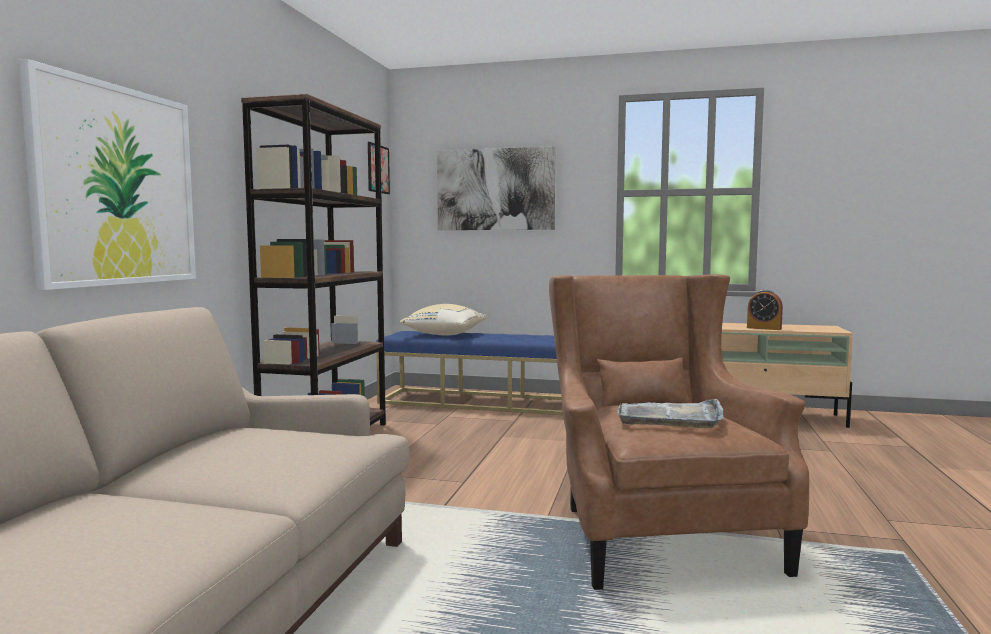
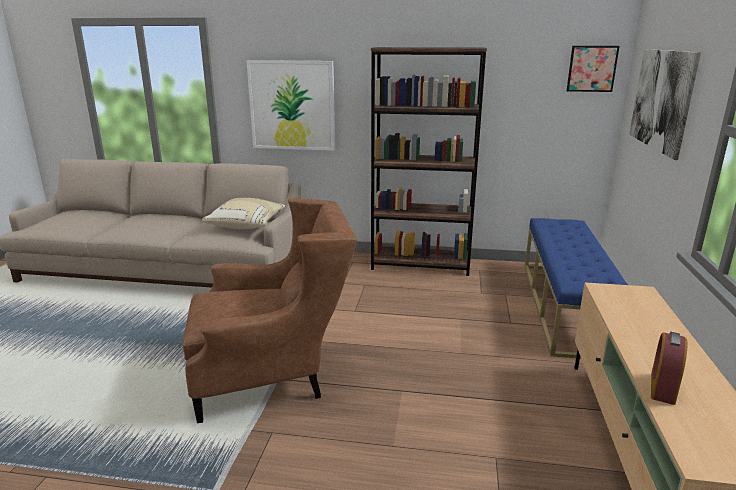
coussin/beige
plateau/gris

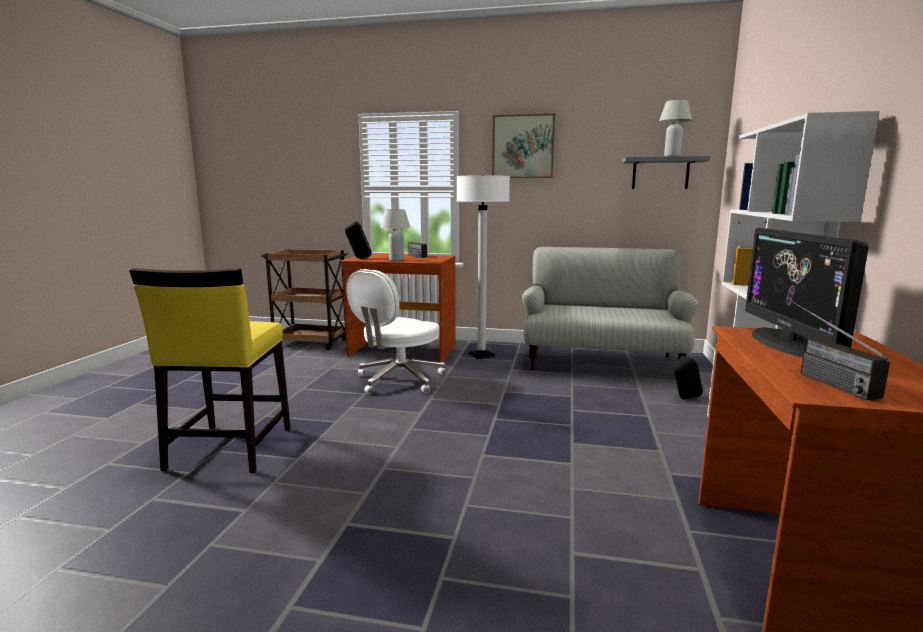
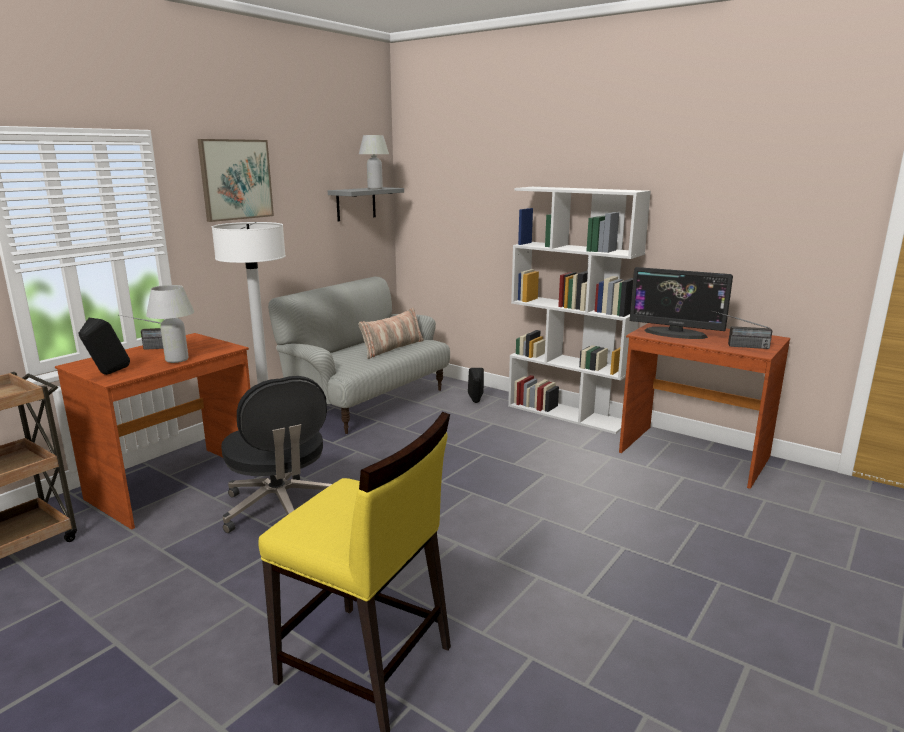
chaise de bureau/noir
coussin

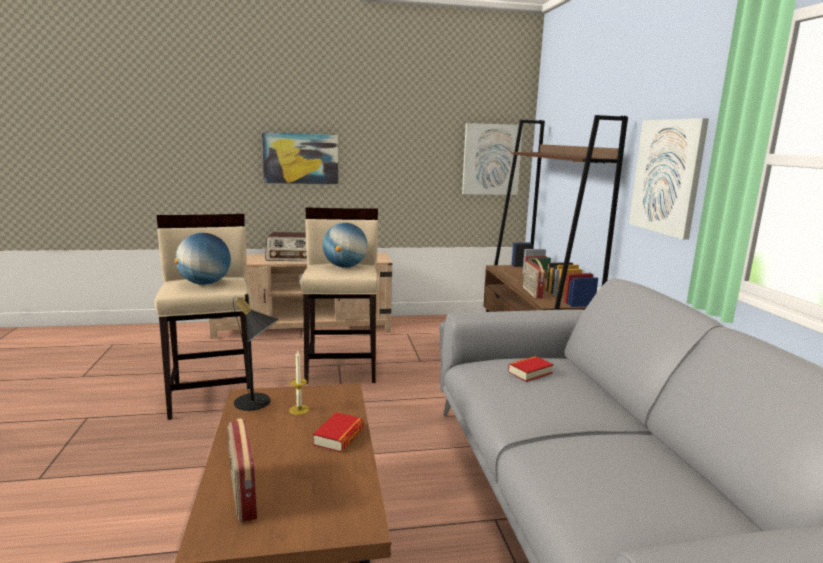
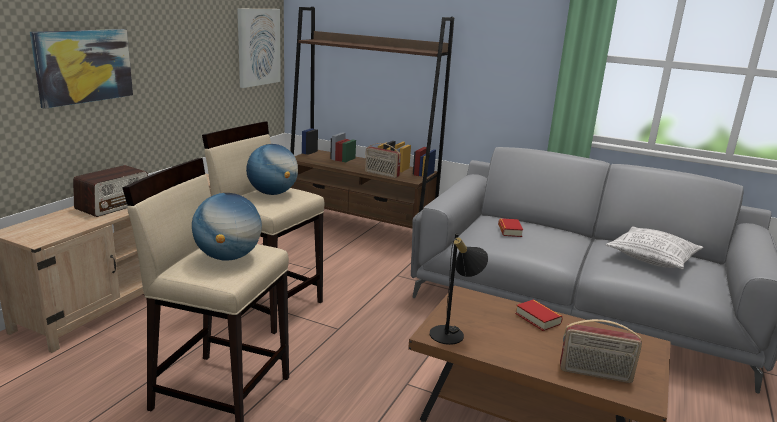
tableau (no. 3 from left in the first image)
bougie
coussin

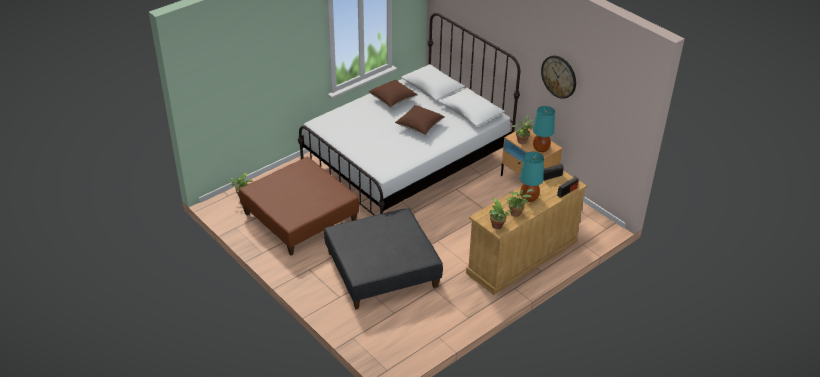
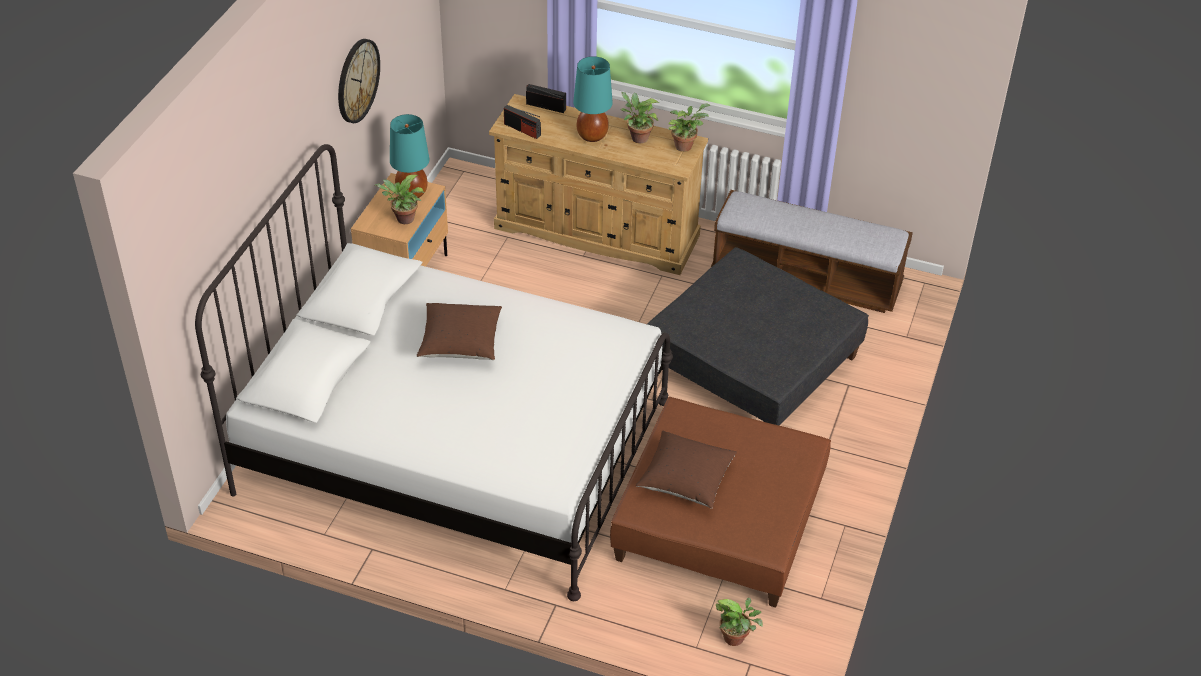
coussin/marron (no. 2 from left)
banc

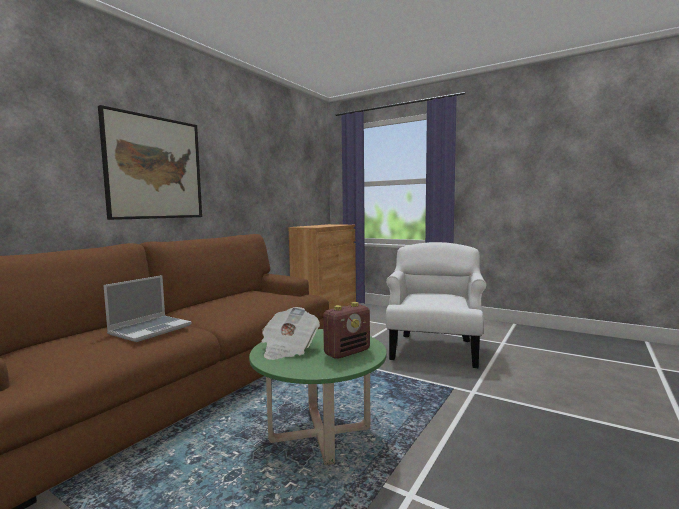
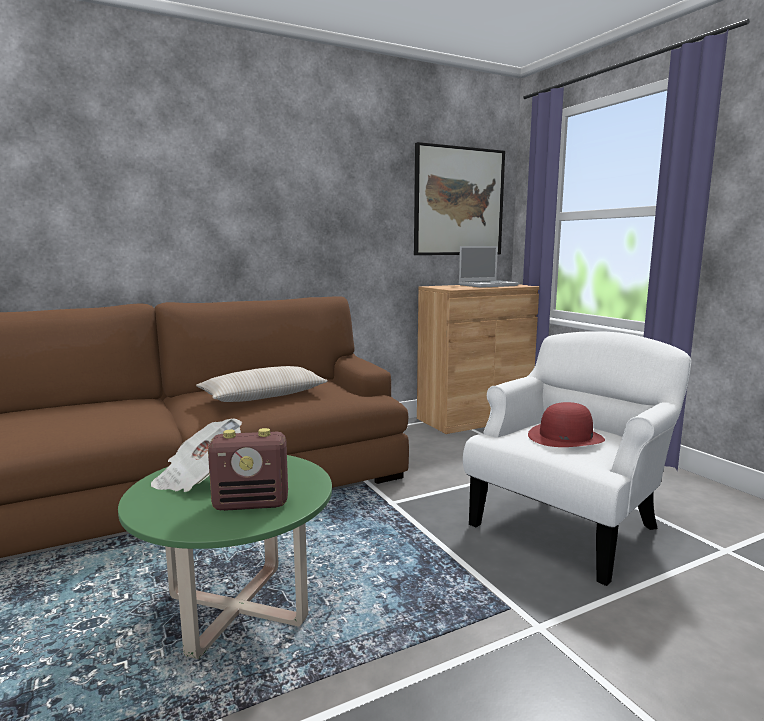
tableau
ordinateur portable
coussin/beige
chapeau/rouge

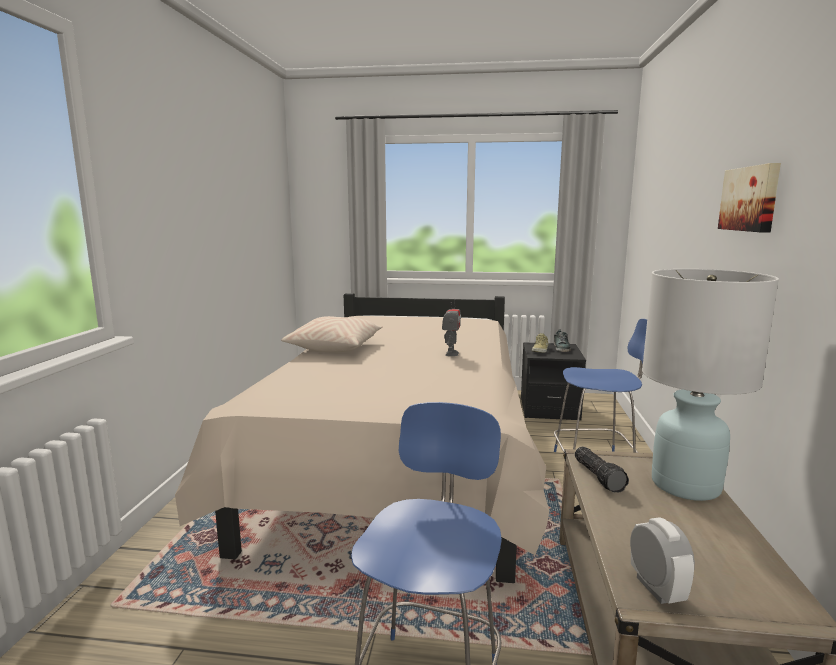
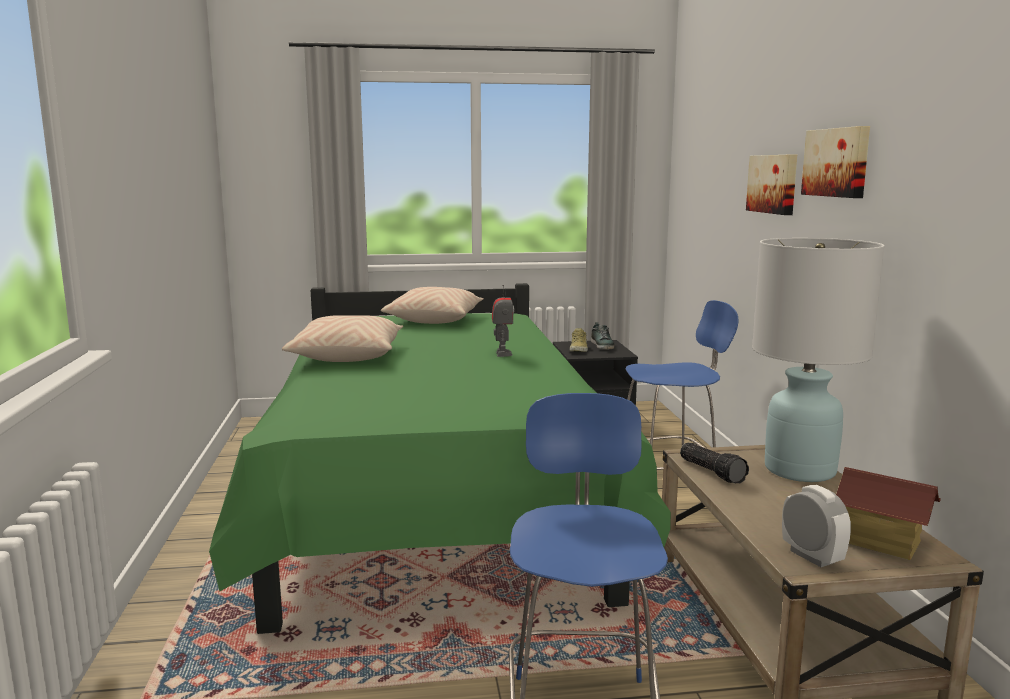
lit/vert
tableau (no. 1 from left)
coussin/beige (no. 2 from left)
maison miniature

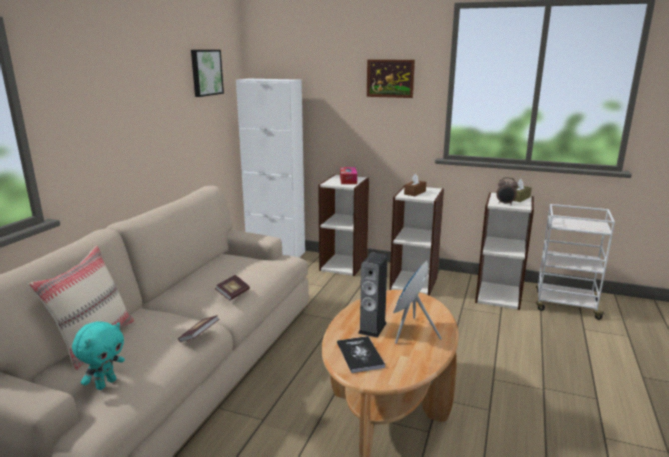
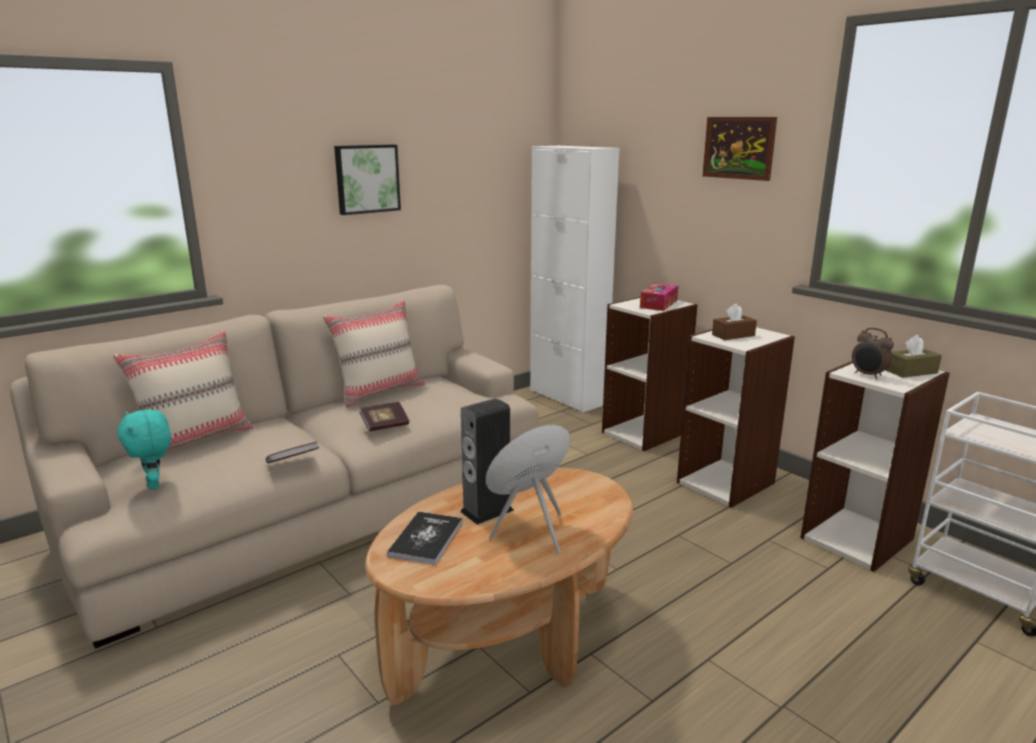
tableau (no. 1 from left)
peluche/turquoise
coussin/beige (no. 2 from left)

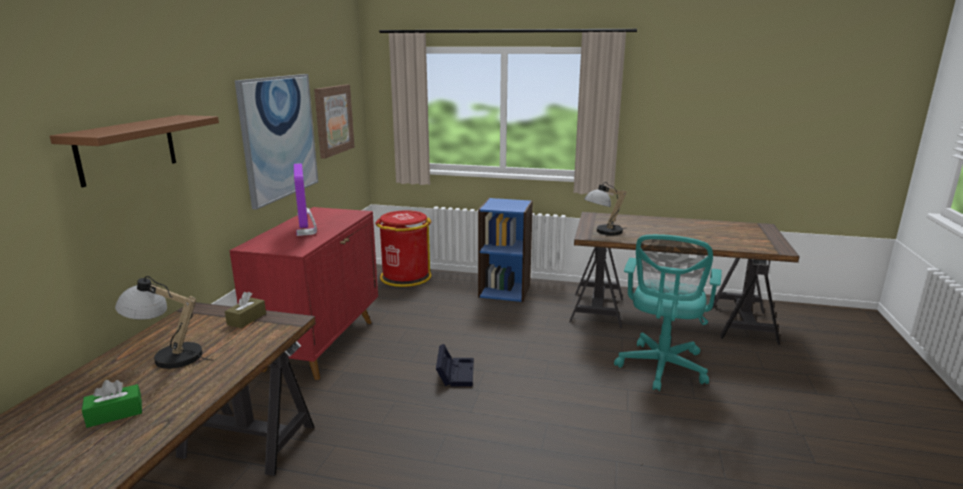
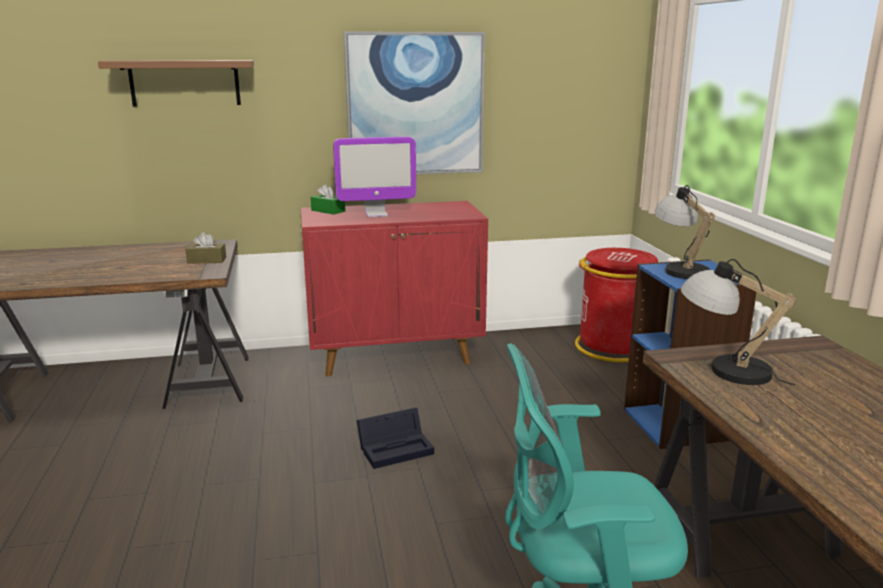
tableau (no. 2 from left in the first image)
écran d'ordinateur
lampe de table (no. 1 from left)
boîte à mouchoirs/vert

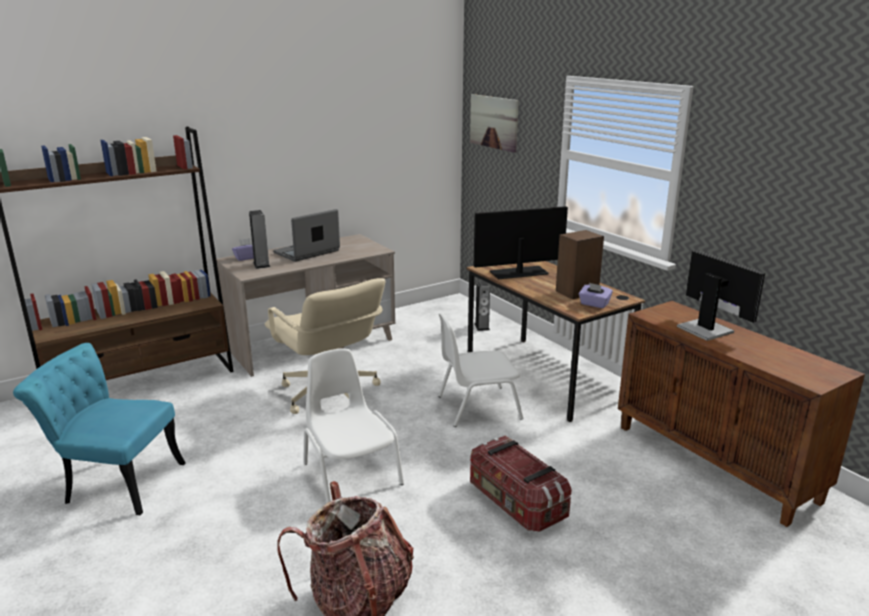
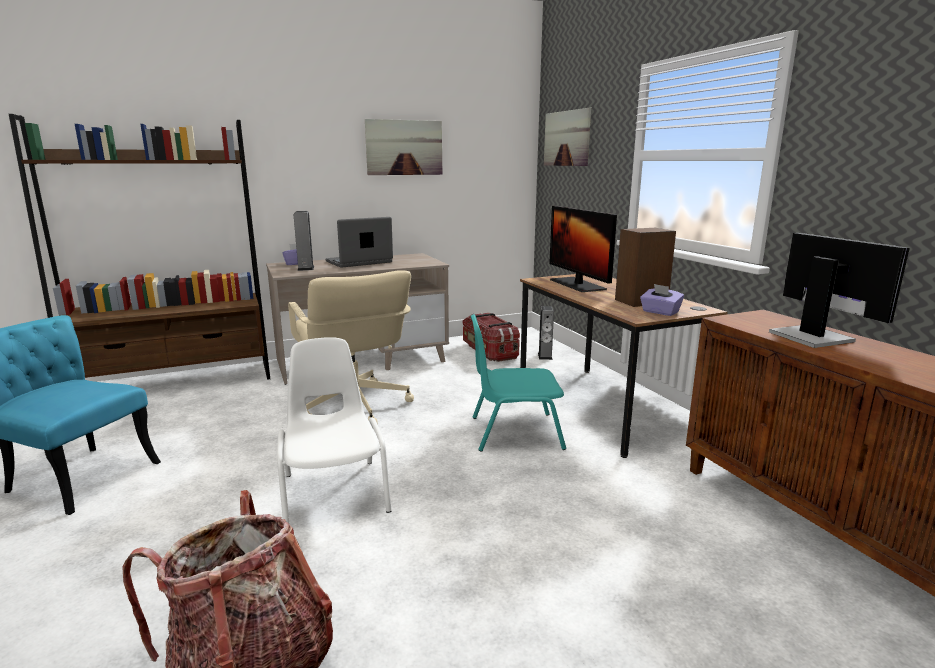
écran d'ordinateur (no. 1 from left)
chaise/turquoise (no. 2 from left)
boîte de rangement
tableau (no. 1 from left)

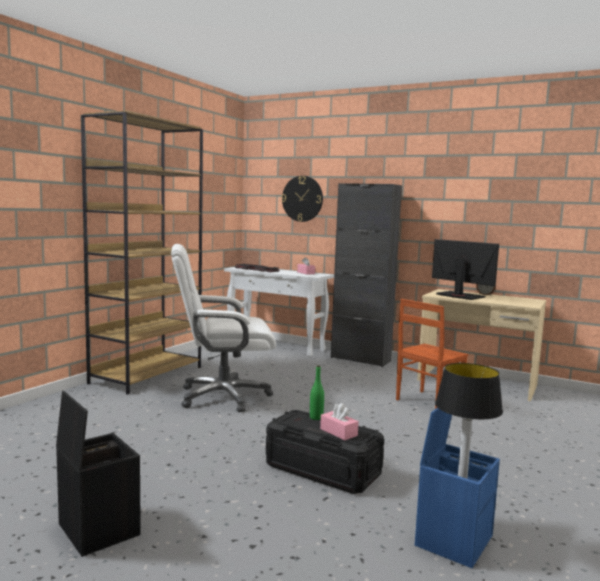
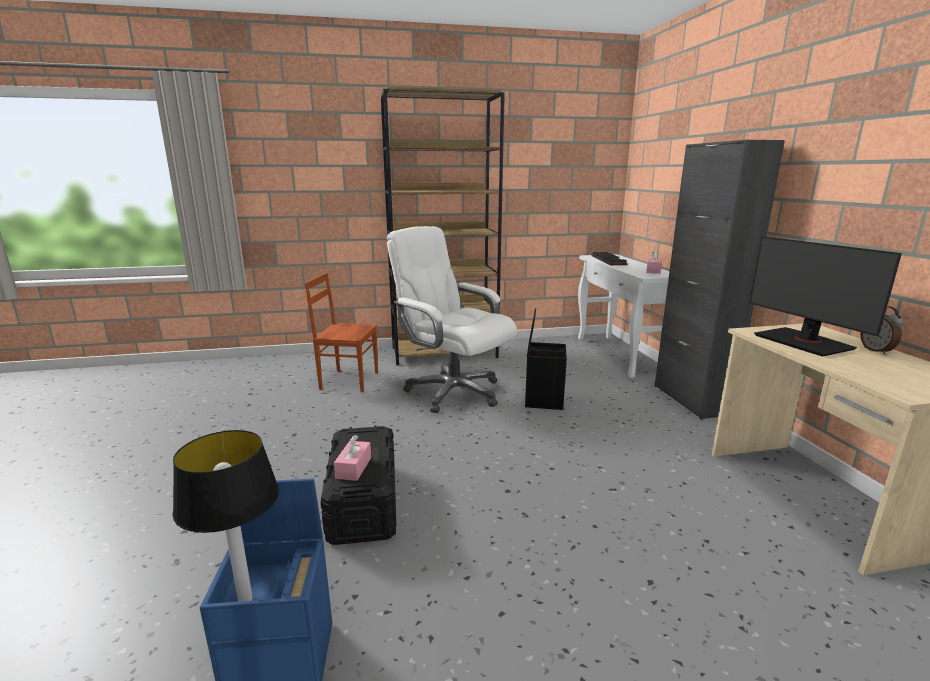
horloge murale
écran d'ordinateur
chaise/marron
bouteille/vert
boîte de rangement/noir (no. 2 from left)

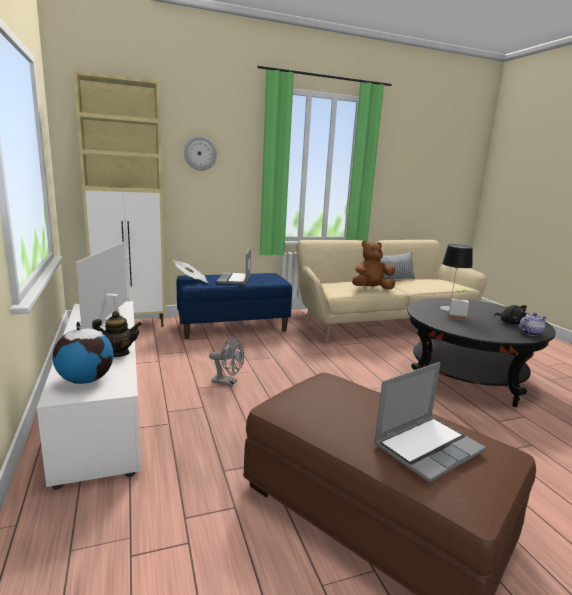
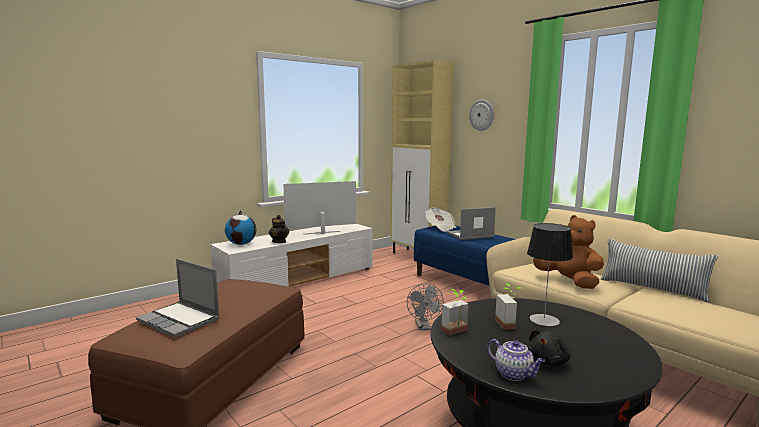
ventilateur/gris
plante en pot (no. 1 from left)

